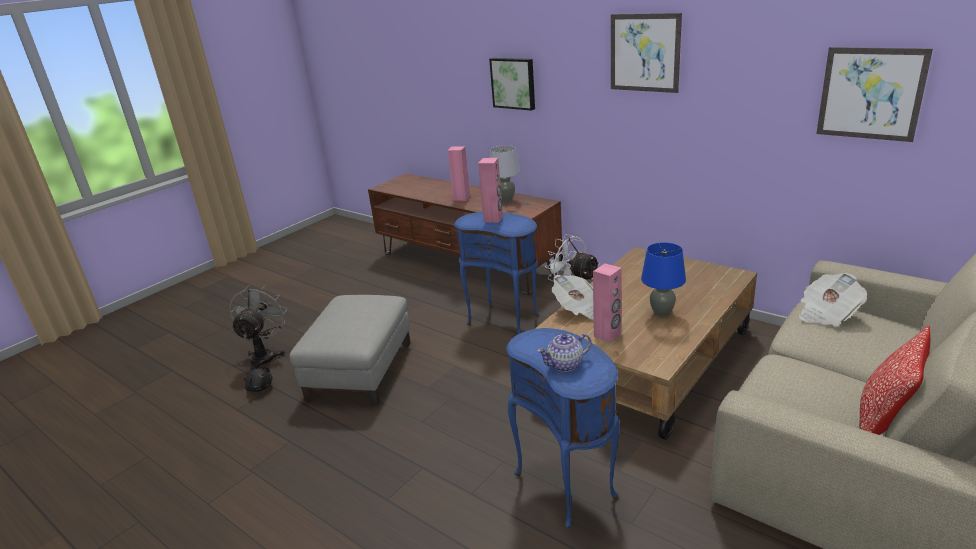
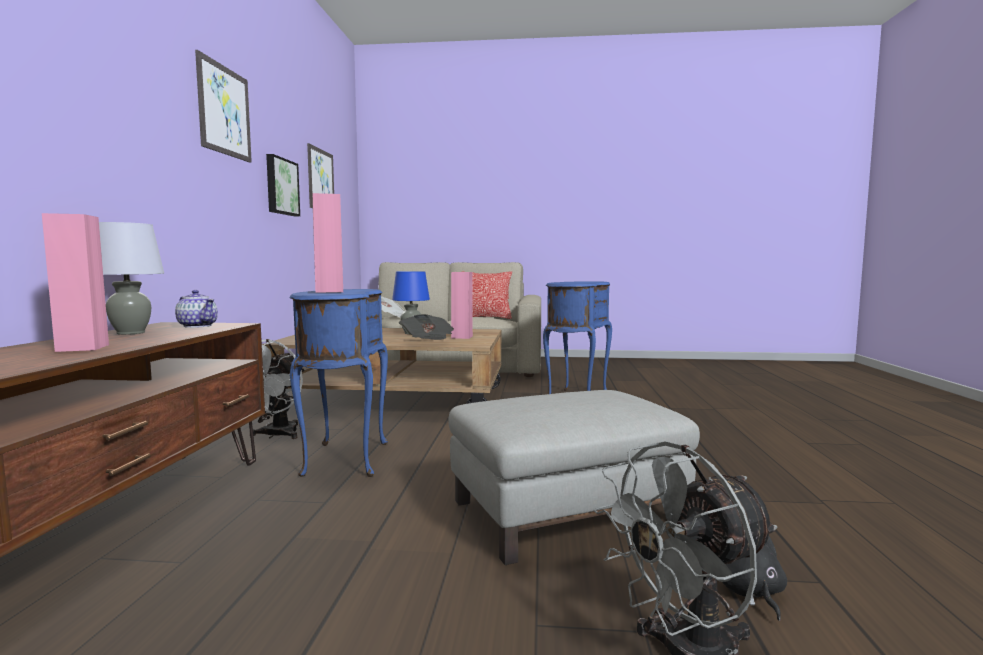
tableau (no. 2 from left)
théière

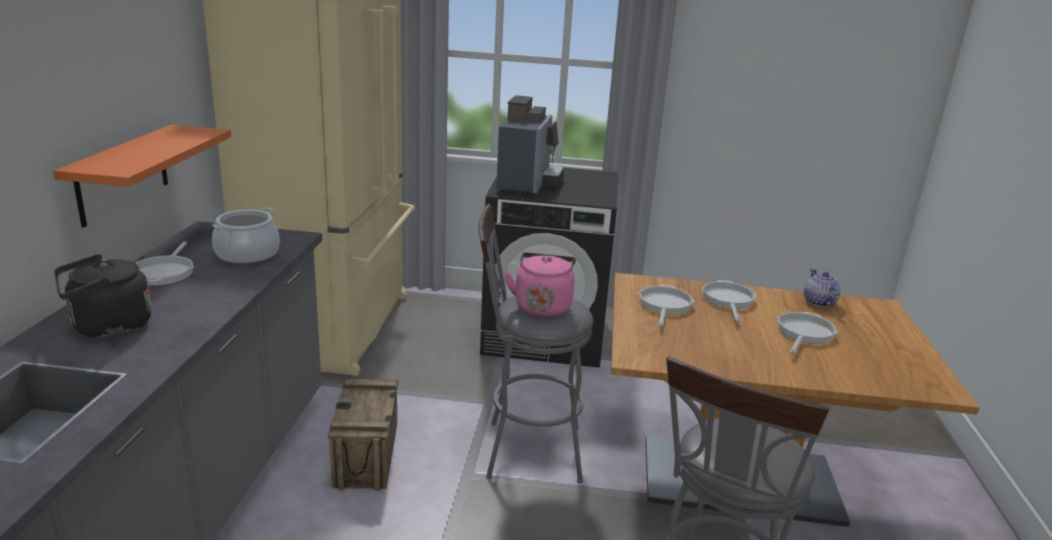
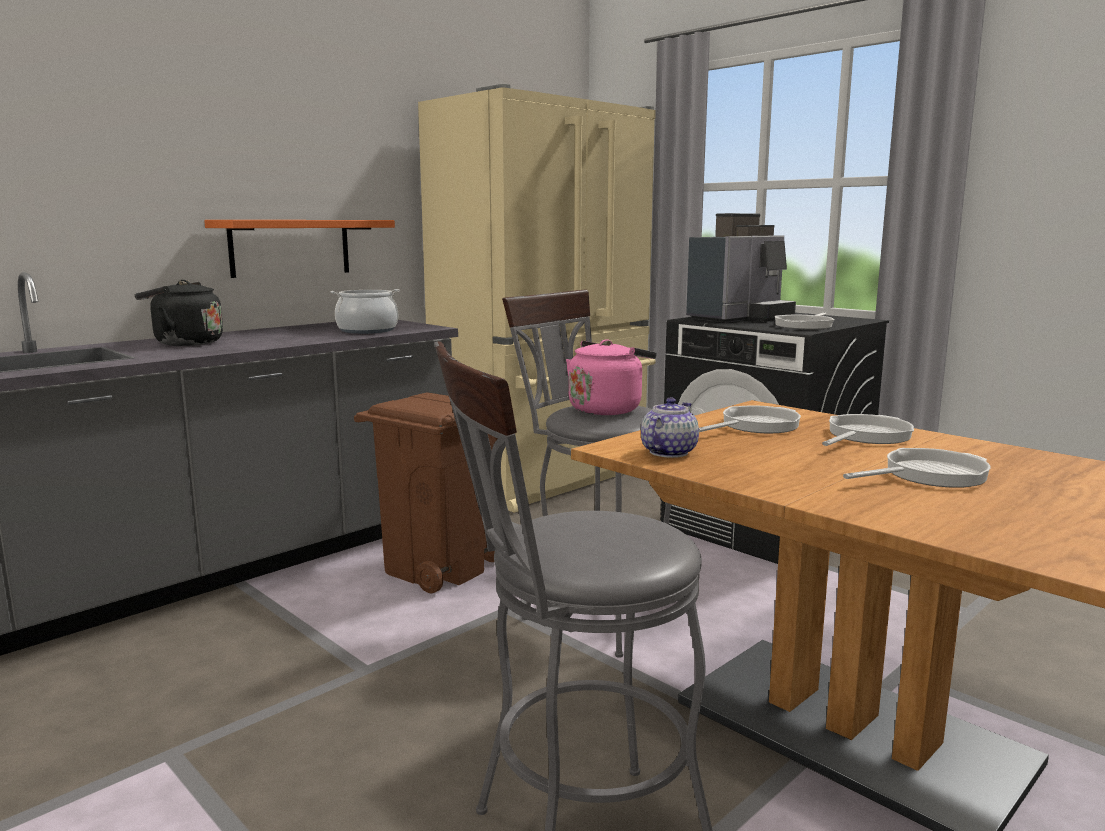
poêle (no. 2 from left)
théière
poubelle/marron

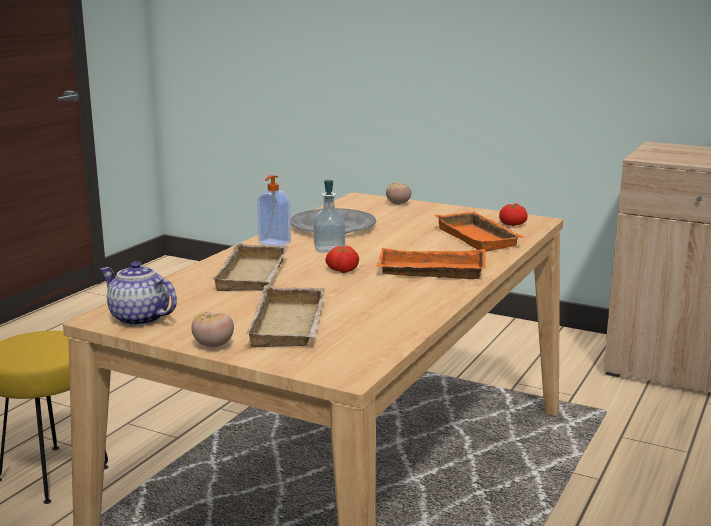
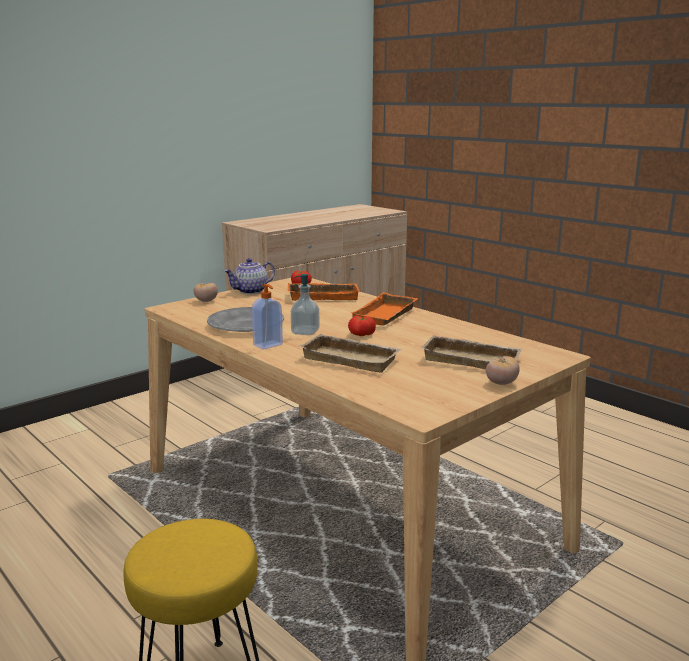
théière

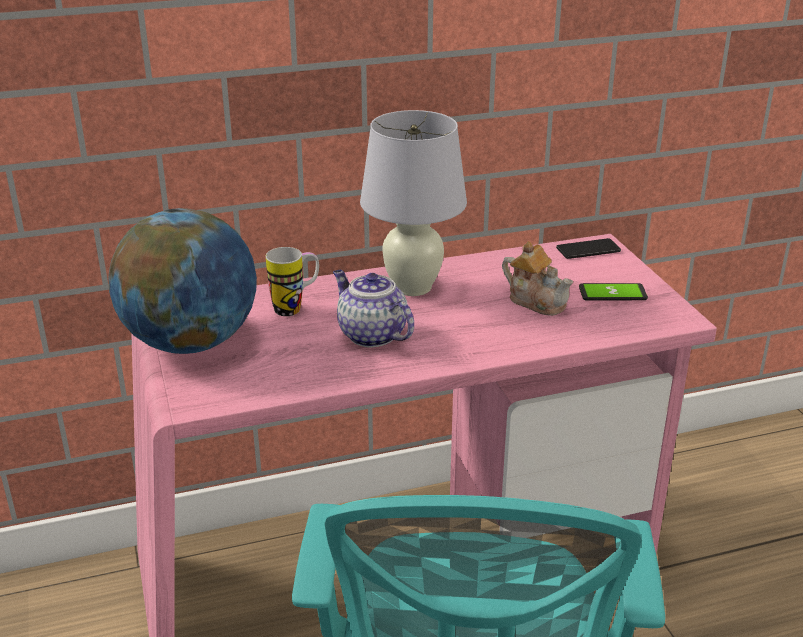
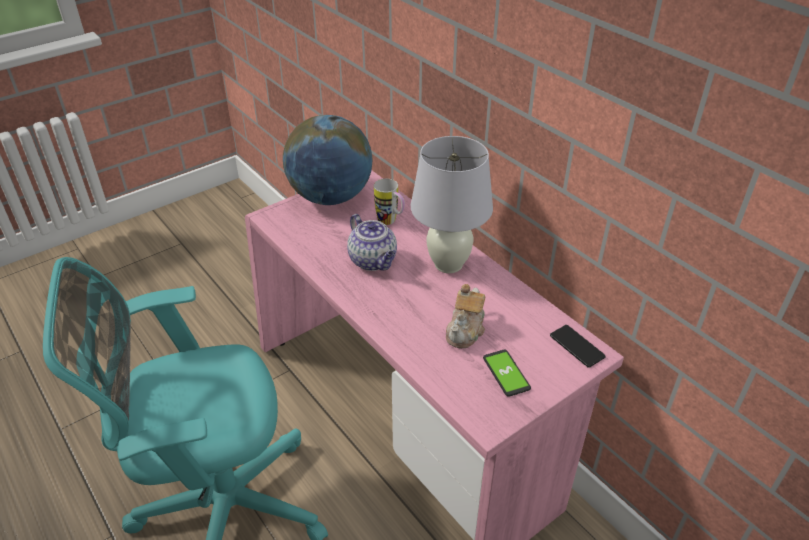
théière (no. 1 from left)

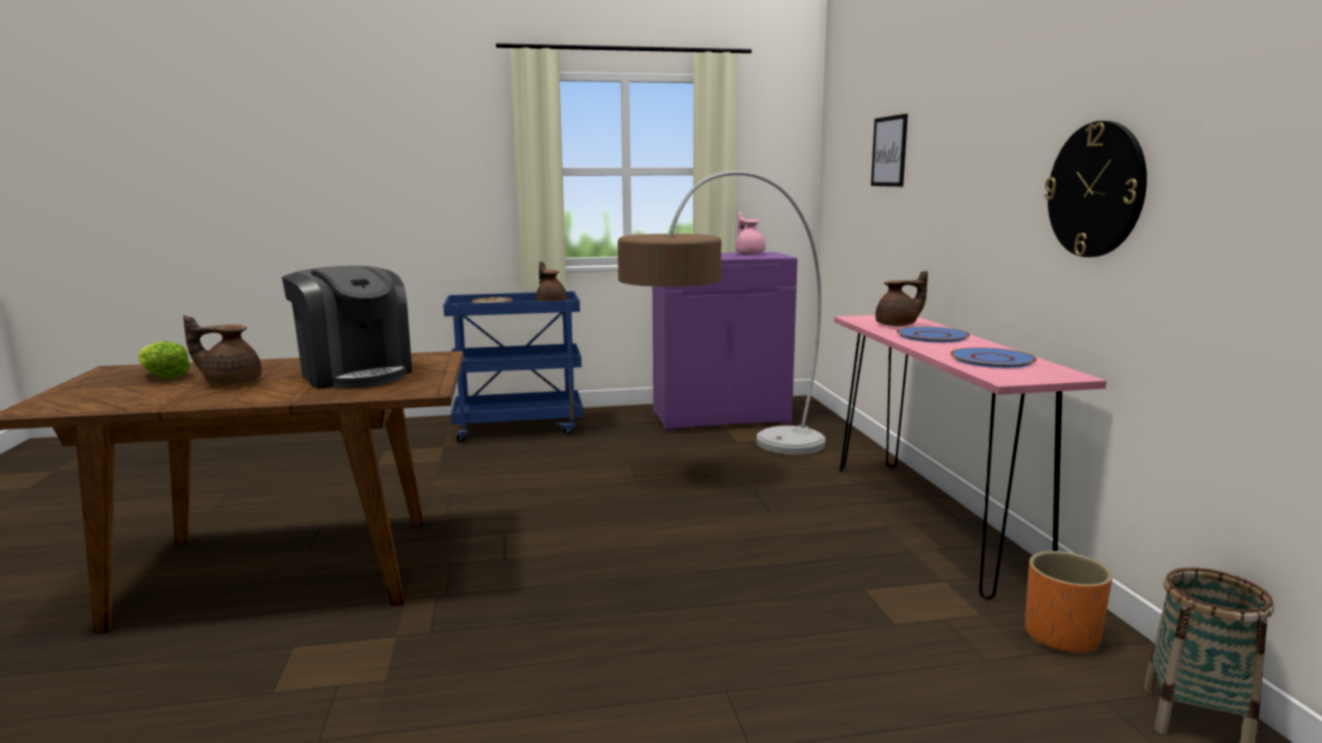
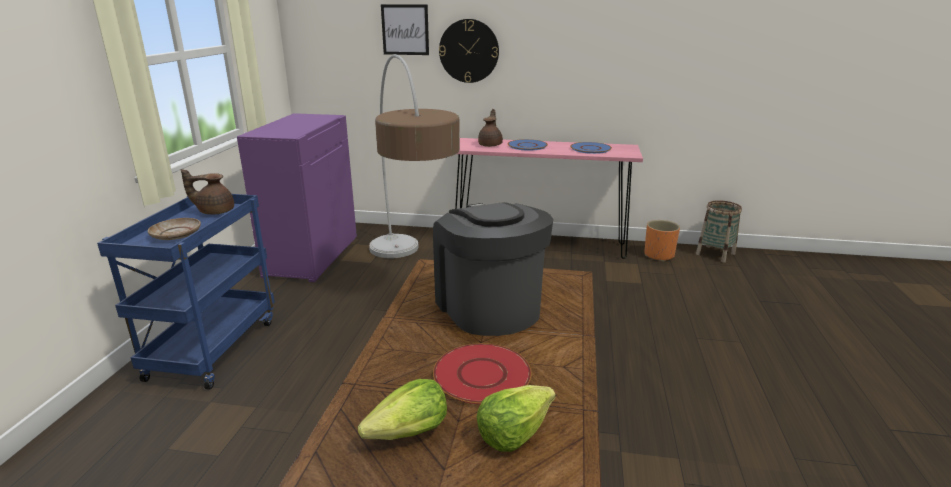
horloge murale
théière/rose
machine à café
assiette/rouge
laitue (no. 2 from left)

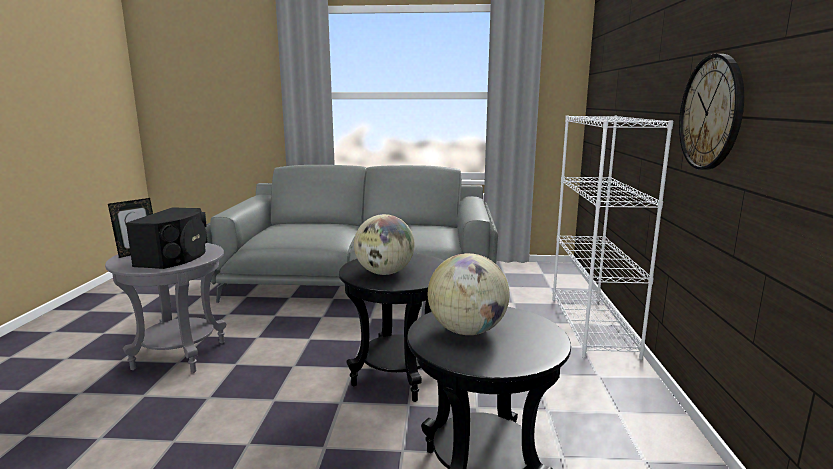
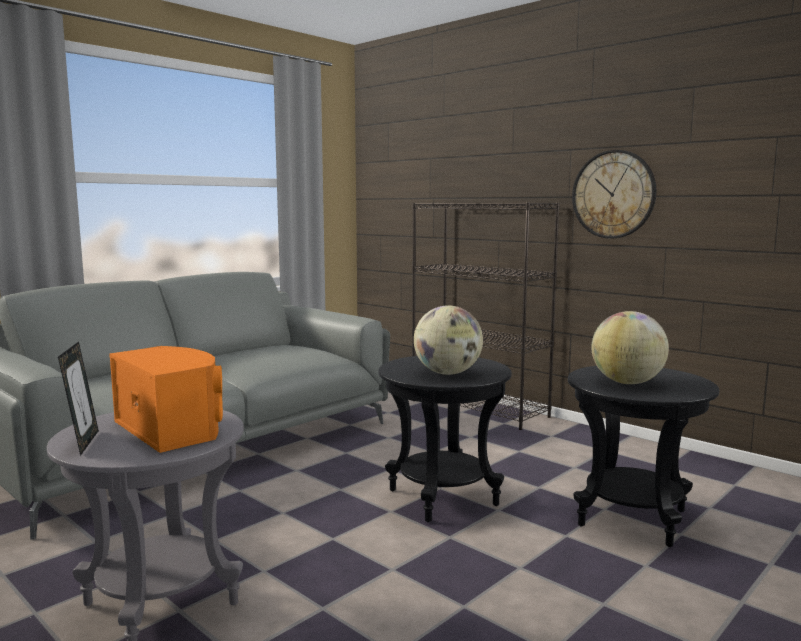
bibliothèque/noir
enceinte/orange

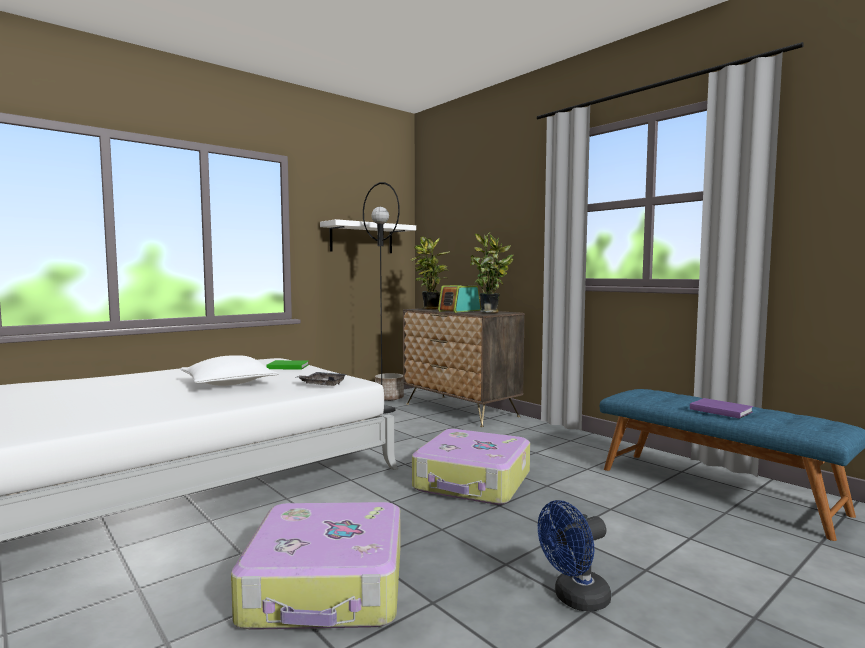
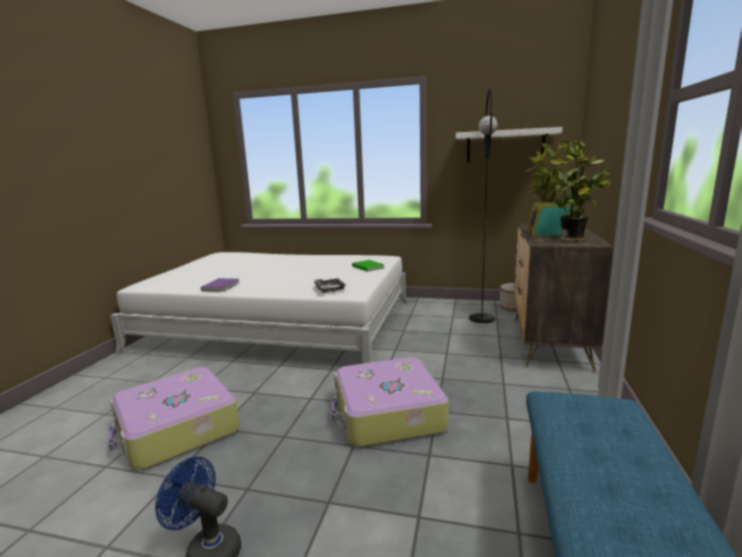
coussin/blanc
livre/violet

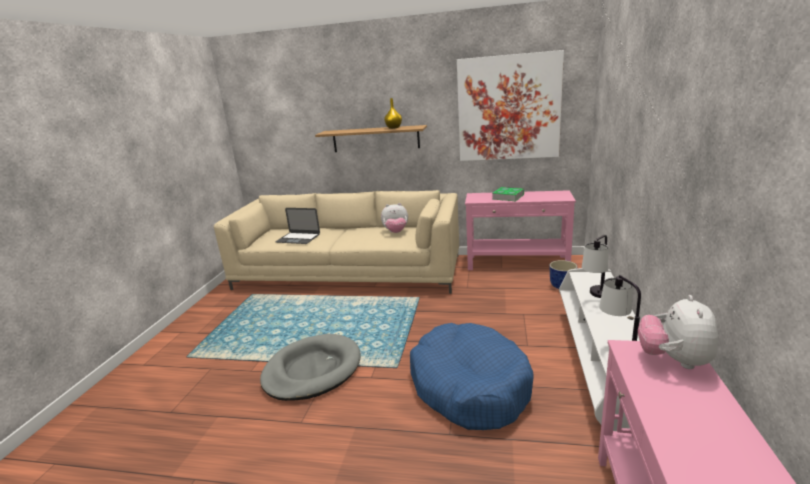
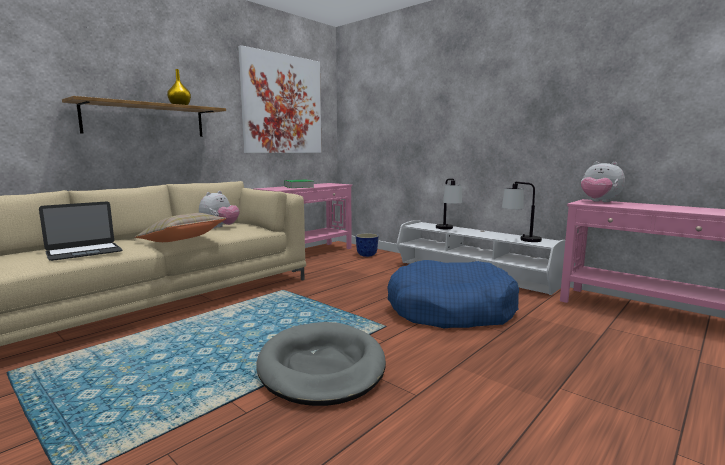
coussin/beige

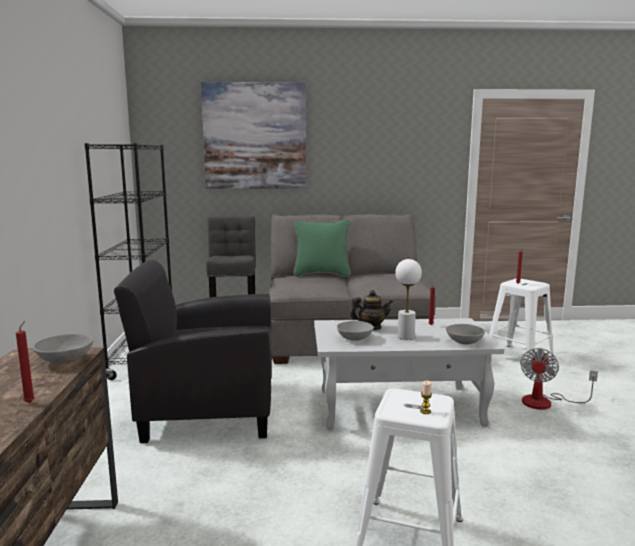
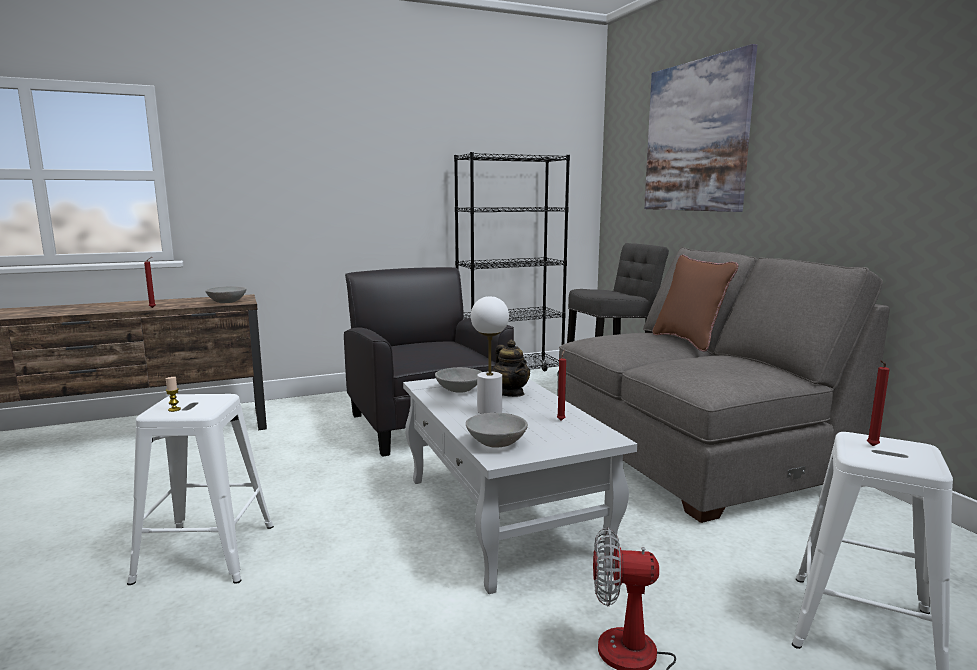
coussin/marron

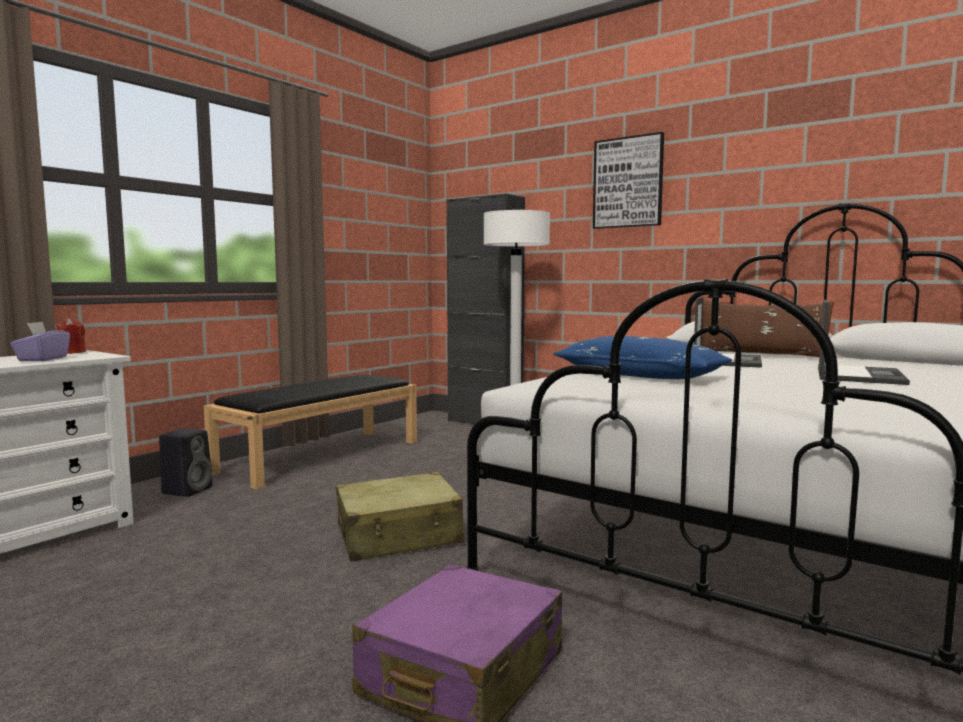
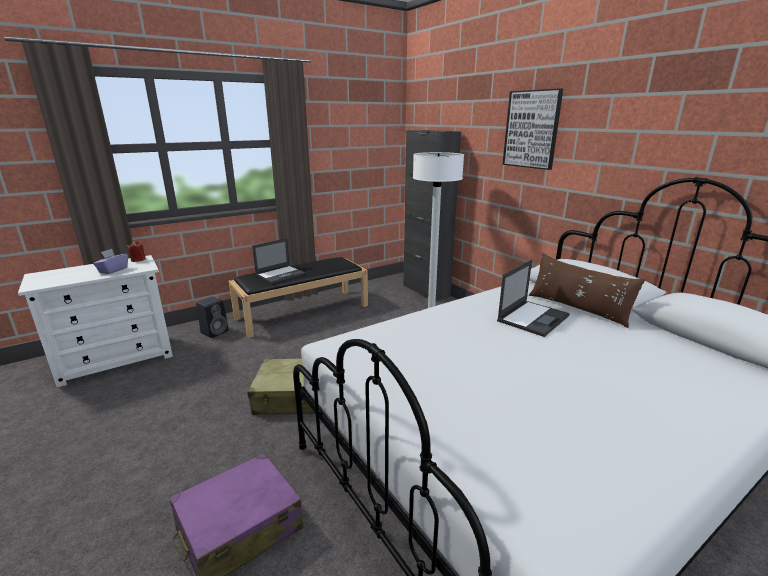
ordinateur portable (no. 1 from left)
coussin/bleu

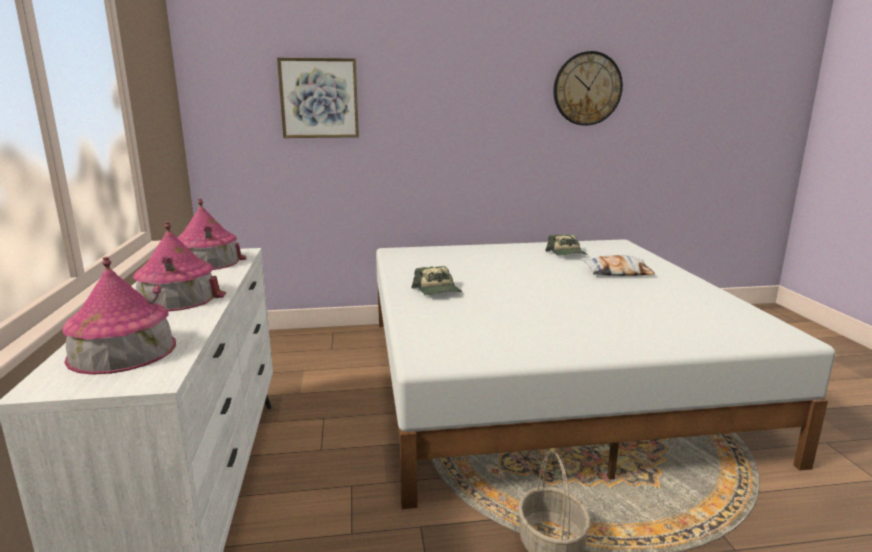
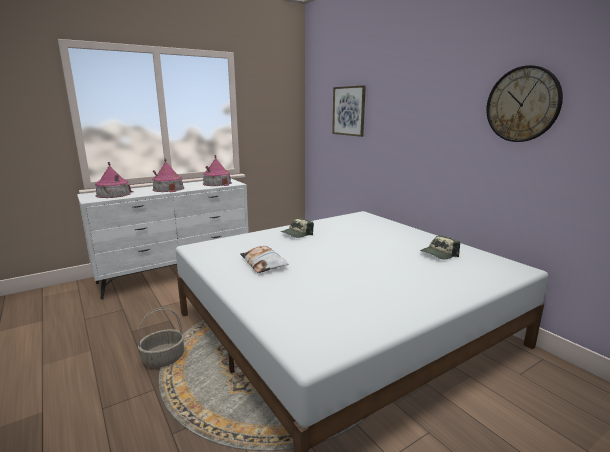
coussin

